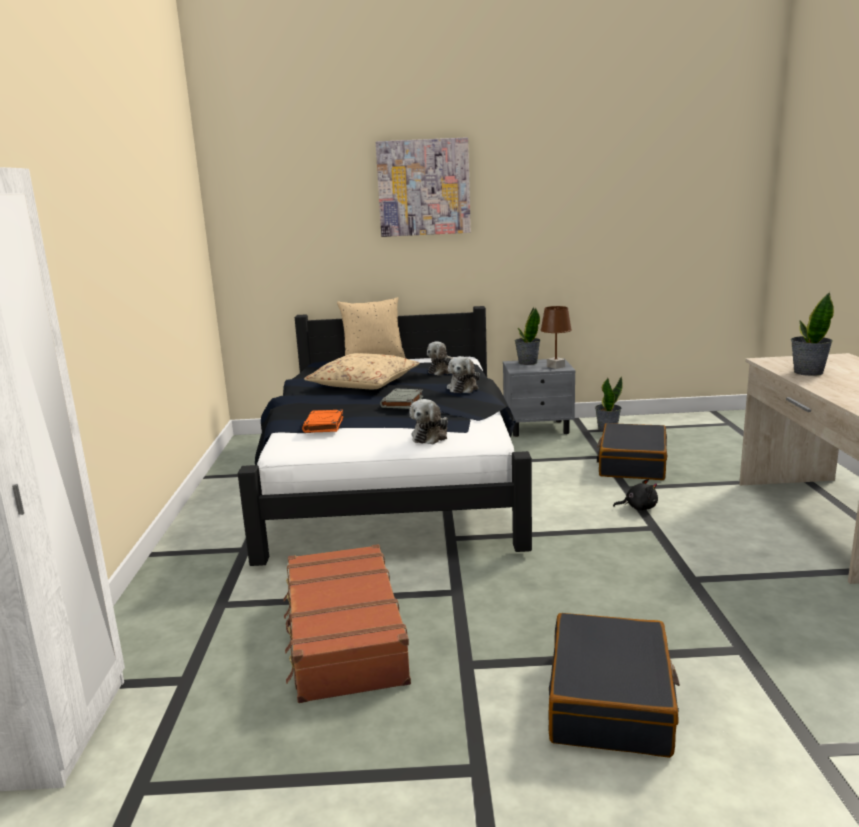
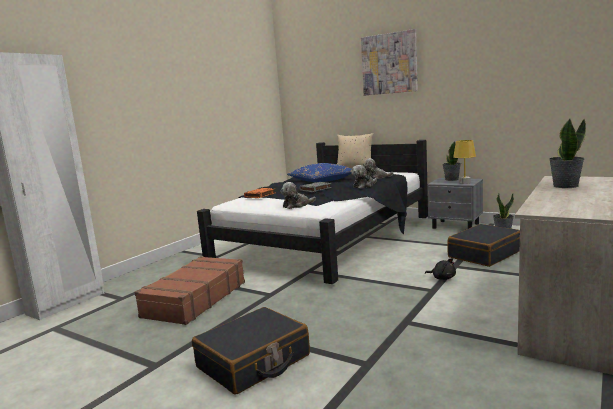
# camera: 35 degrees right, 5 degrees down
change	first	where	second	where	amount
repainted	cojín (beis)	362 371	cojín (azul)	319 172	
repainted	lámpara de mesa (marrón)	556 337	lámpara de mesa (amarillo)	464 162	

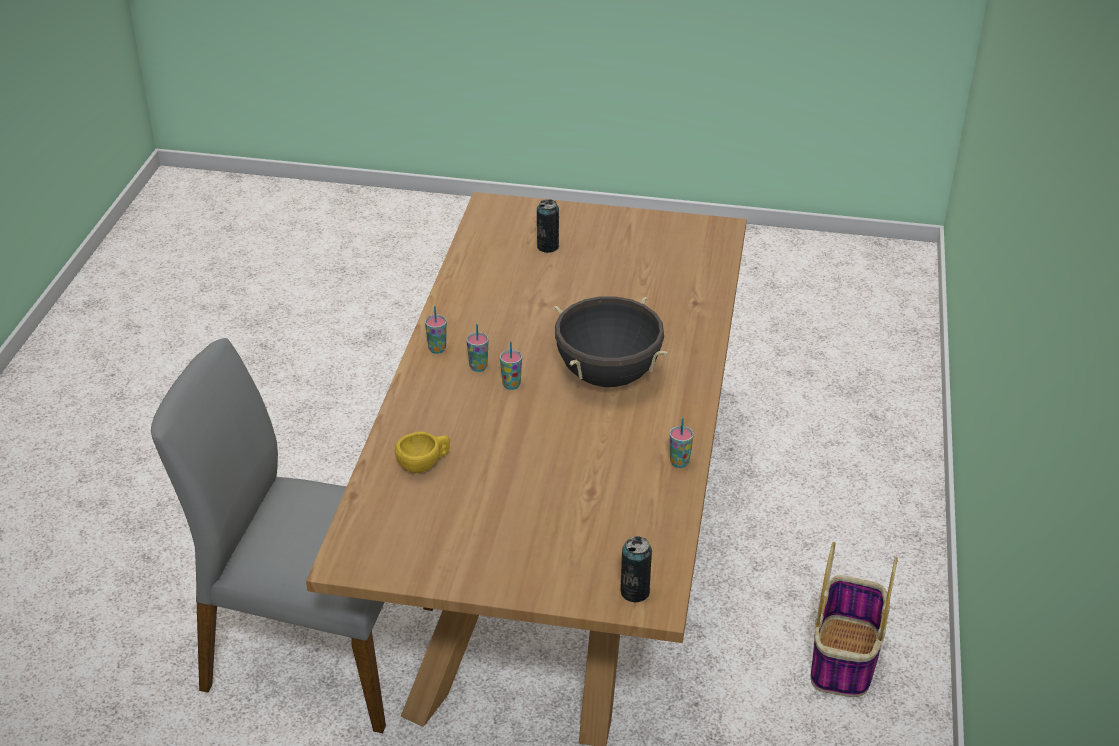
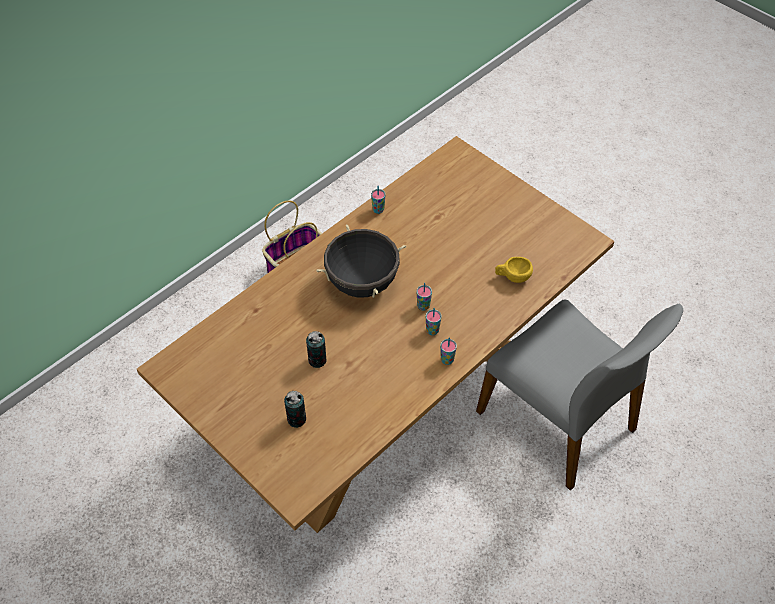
# camera: 145 degrees left, 15 degrees up
change	first	where	second	where	amount
shifted	lata	636 569		316 349	

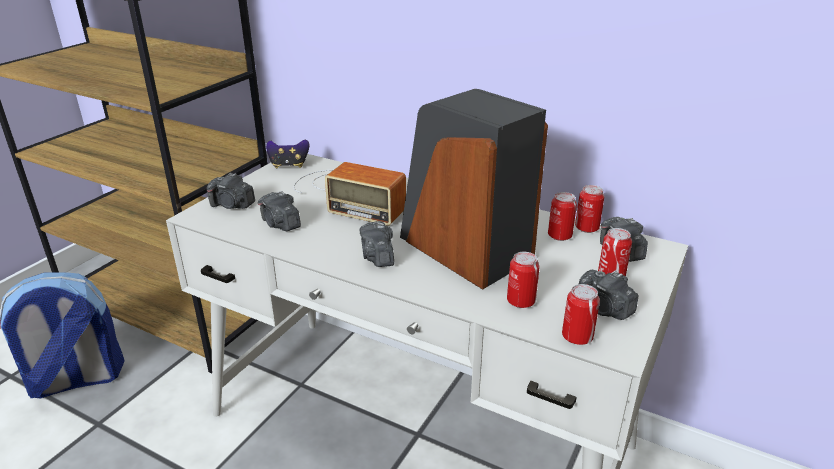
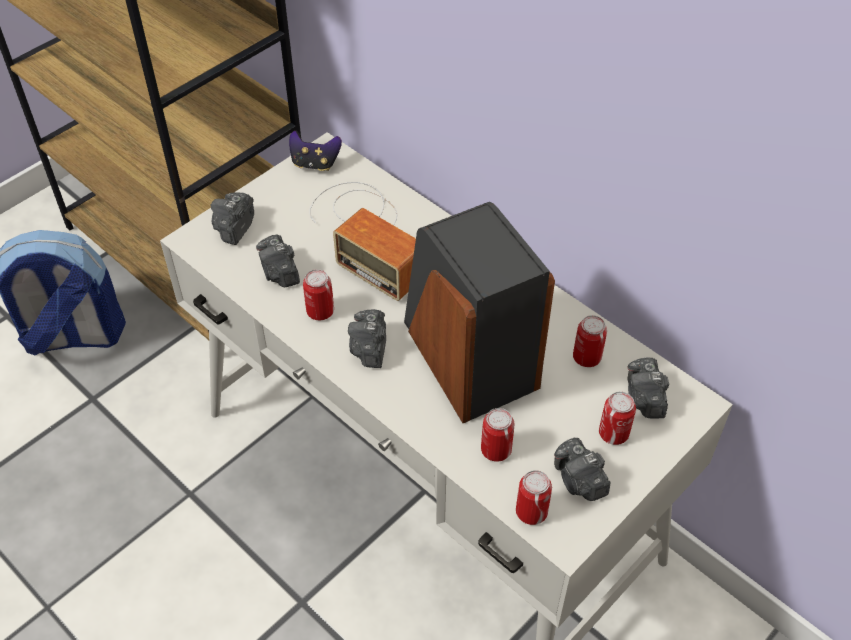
# camera: 15 degrees right, 20 degrees up
change	first	where	second	where	amount
shifted	lata	590 209		318 294	
rotated	cámara	231 191		232 218	75 degrees clockwise

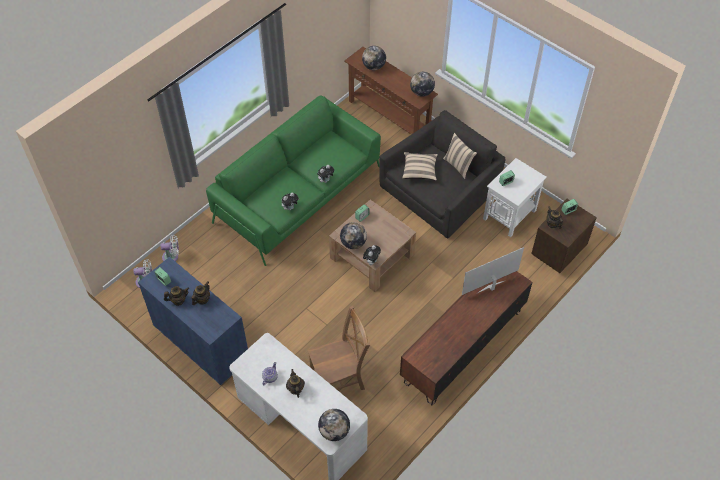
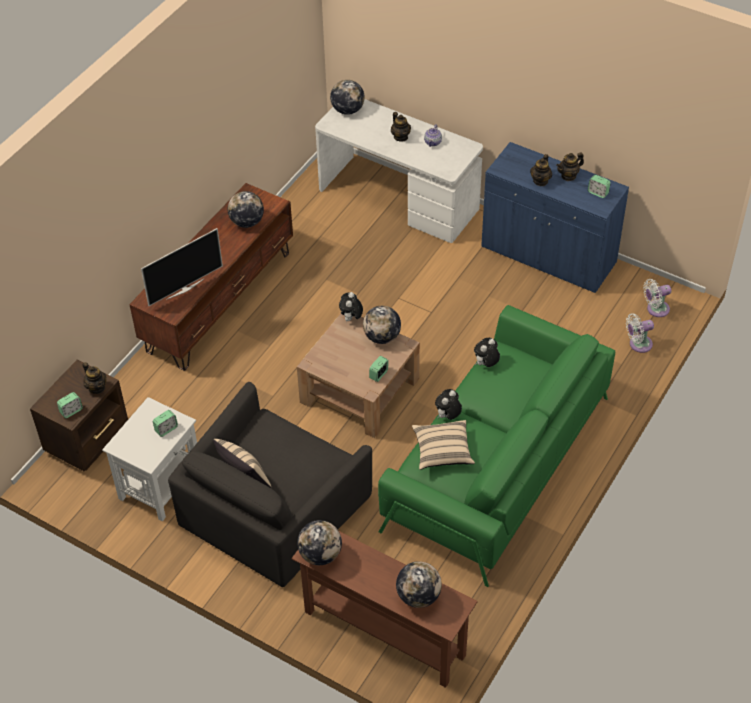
# camera: 170 degrees right, 5 degrees down
change	first	where	second	where	amount
gone	silla (marrón)	339 348			
new			globo terráqueo	246 209	
shifted	cojín (beis)	420 166		443 445	

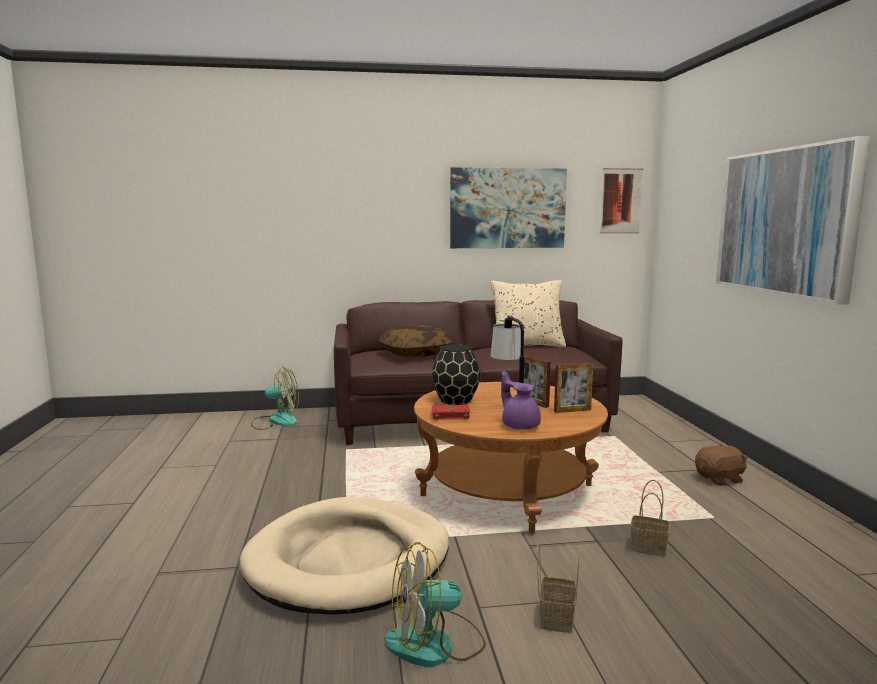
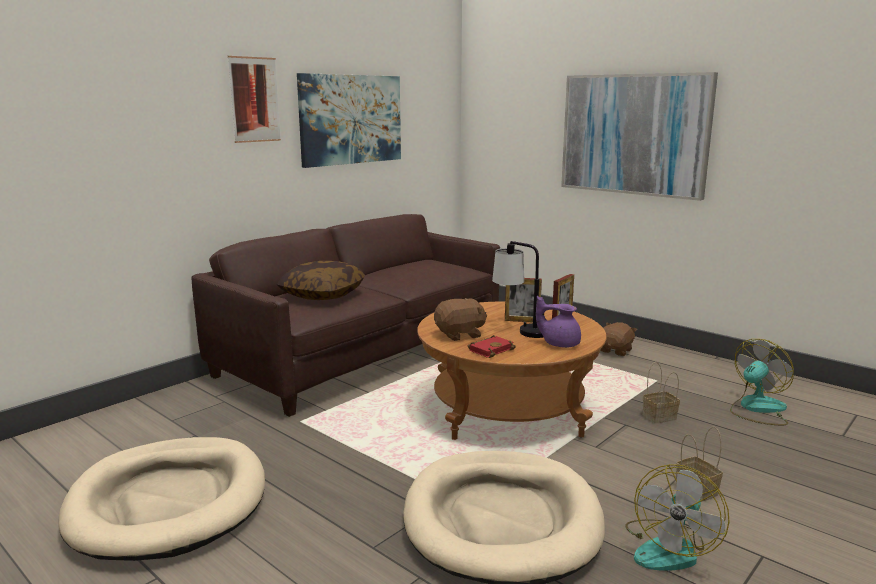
# camera: 40 degrees left, 5 degrees up
change	first	where	second	where	amount
gone	cojín (beis)	528 313			
new			cama para perro (beis)	161 499	
shifted	ventilador	275 398		762 382	
shifted	cuadro	621 201		254 99	
swapped	florero (negro)	456 374	peluche (marrón)	460 319	

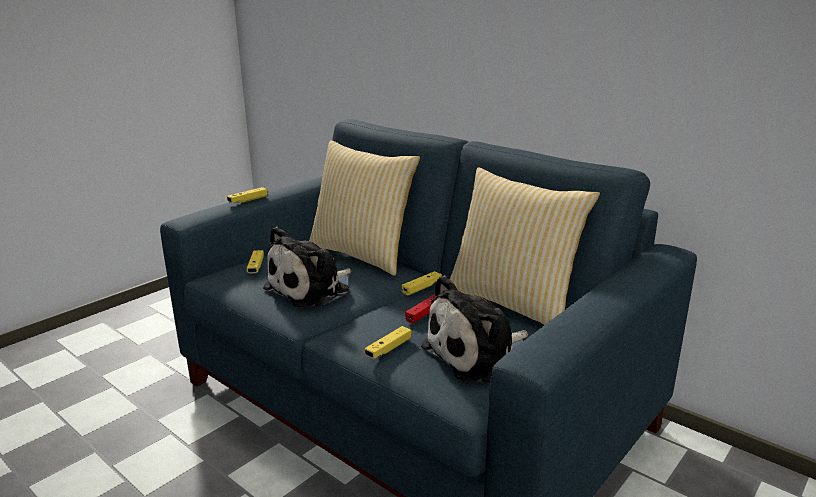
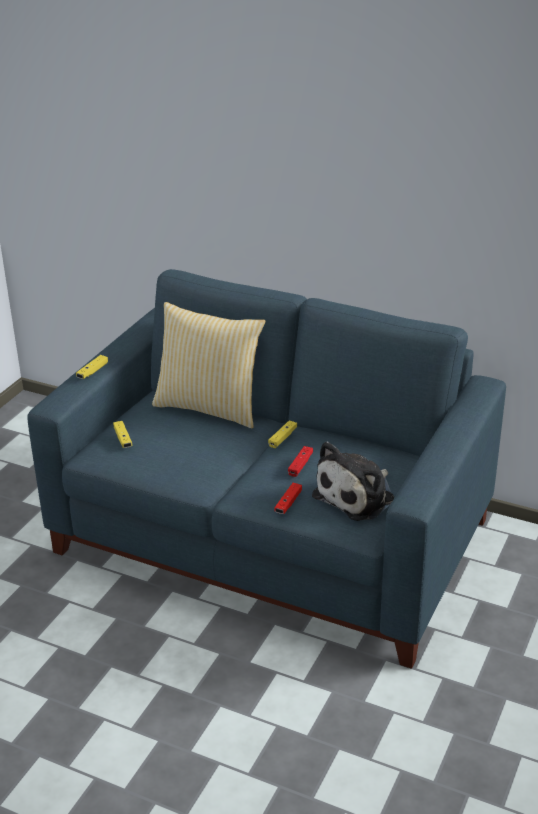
# camera: 15 degrees left, 10 degrees up
change	first	where	second	where	amount
gone	peluche	307 267			
gone	cojín	525 246			
repainted	mando de consola (amarillo)	388 342	mando de consola (rojo)	288 498	

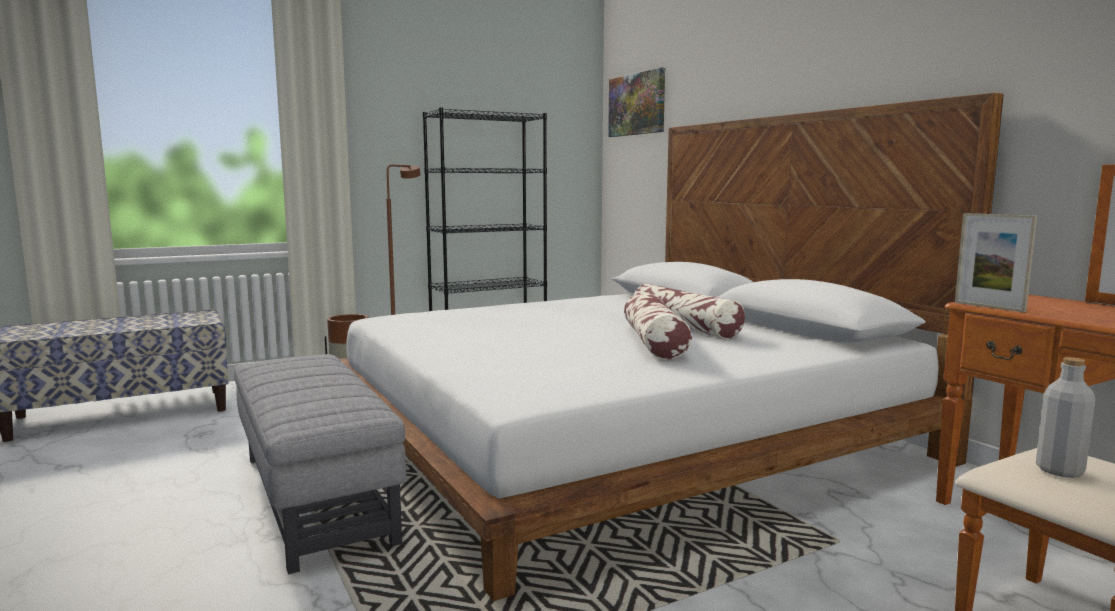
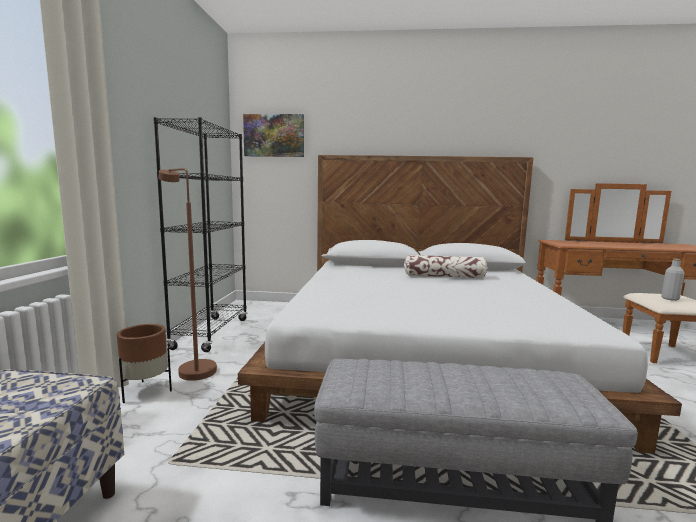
# camera: 55 degrees left, 0 degrees up
change	first	where	second	where	amount
gone	cojín	658 326			
gone	portarretratos	996 262			

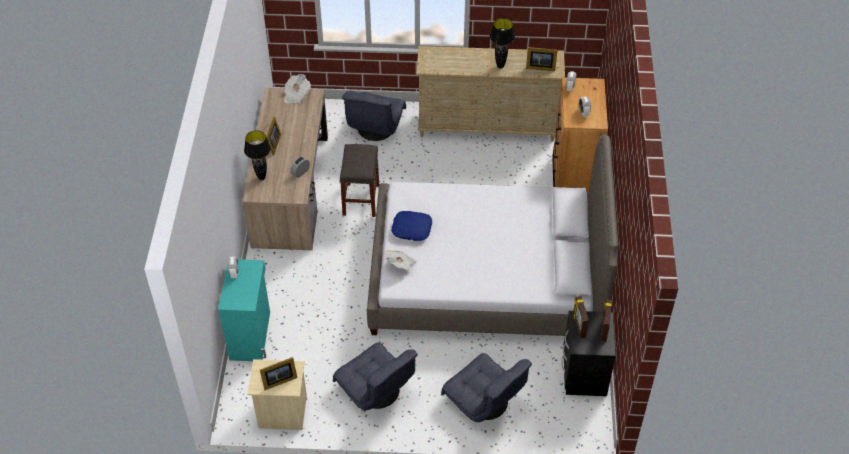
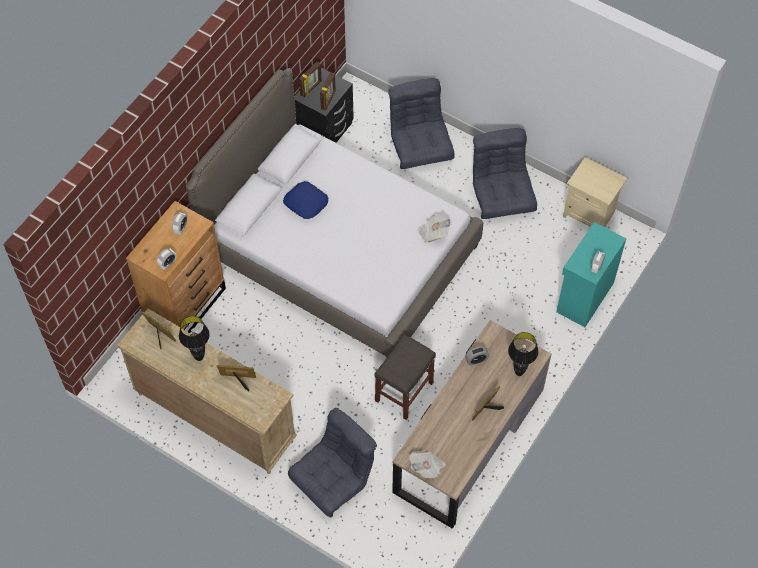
# camera: 150 degrees left, 10 degrees up
change	first	where	second	where	amount
shifted	portarretratos	278 373		236 378	
shifted	cojín (azul)	411 226		305 200	

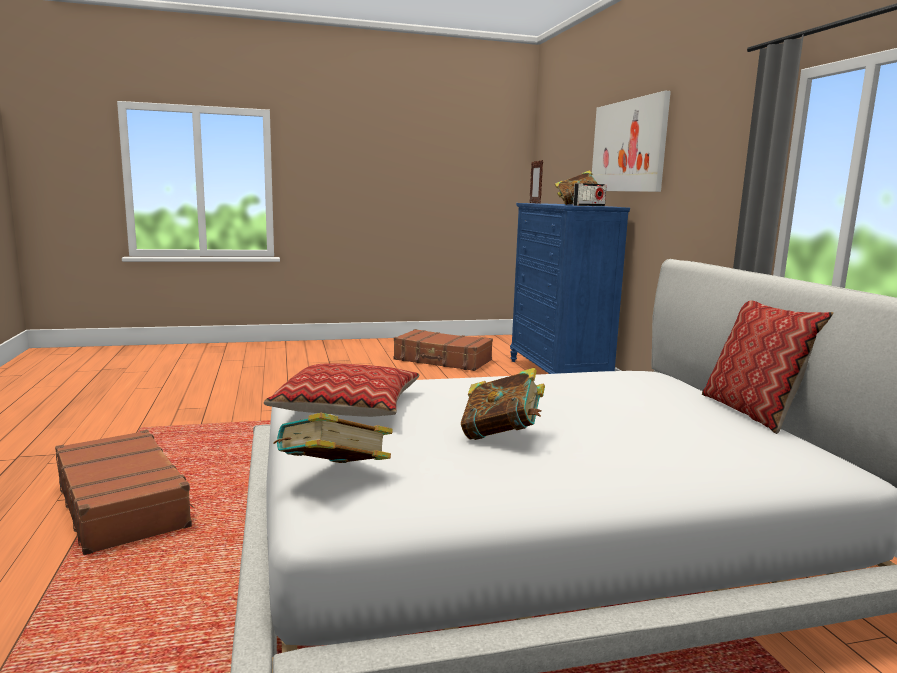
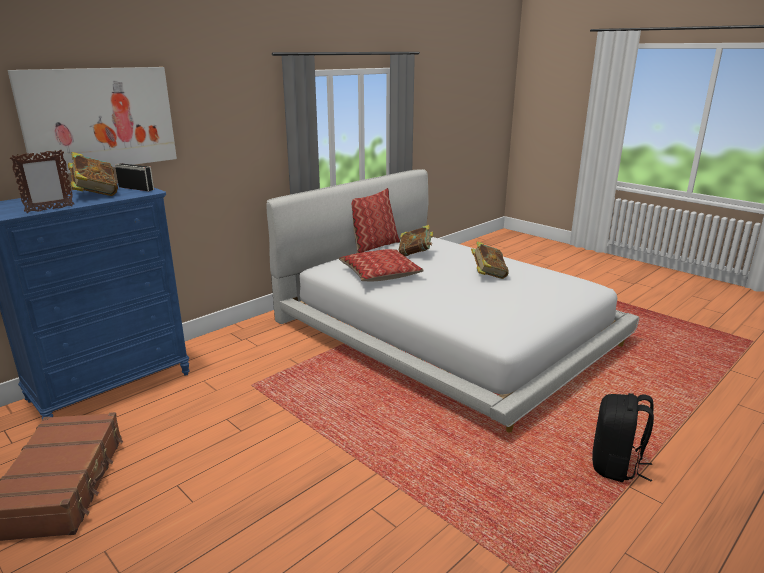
# camera: 120 degrees left, 10 degrees up
change	first	where	second	where	amount
shifted	cojín	341 390		381 265	
shifted	libro	333 438		416 241	
swapped	maleta (marrón)	125 492	mochila (negro)	623 437	

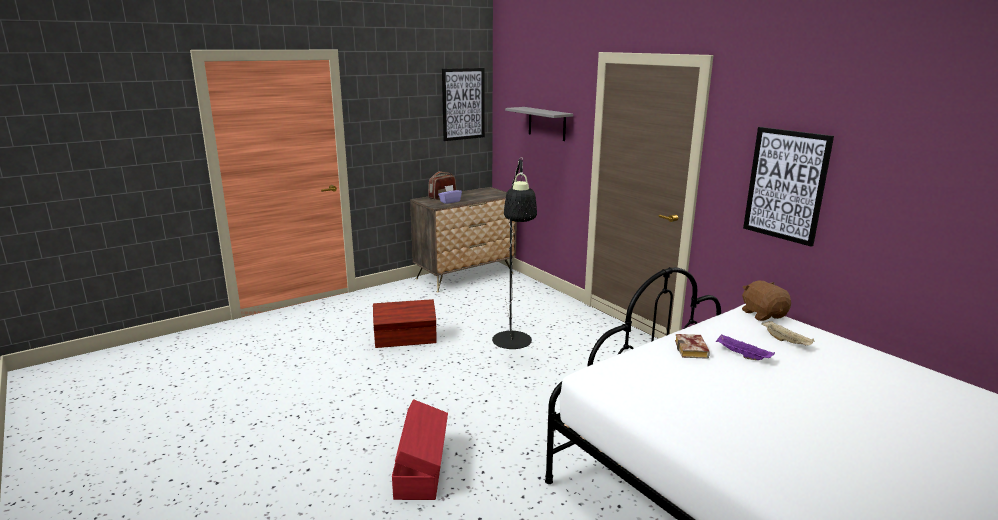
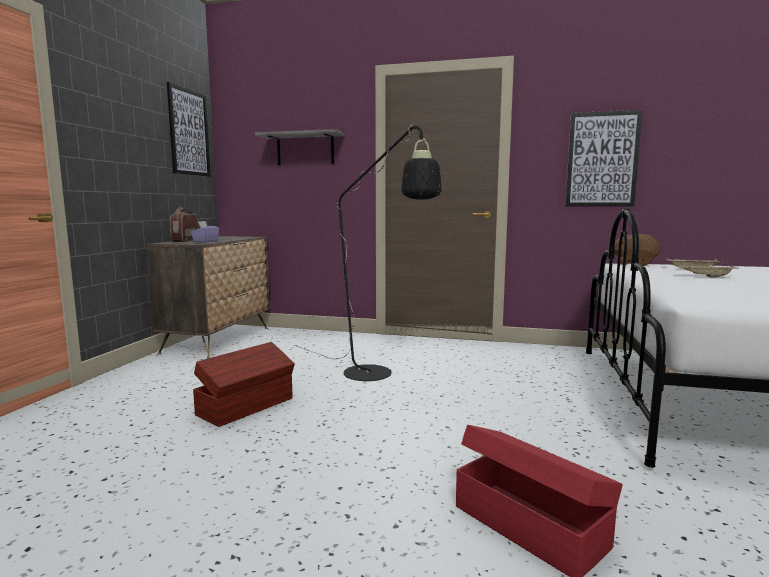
# camera: 40 degrees left, 10 degrees down
change	first	where	second	where	amount
gone	libro	692 346			
repainted	bandeja (morado)	745 347	bandeja (beis)	707 271	

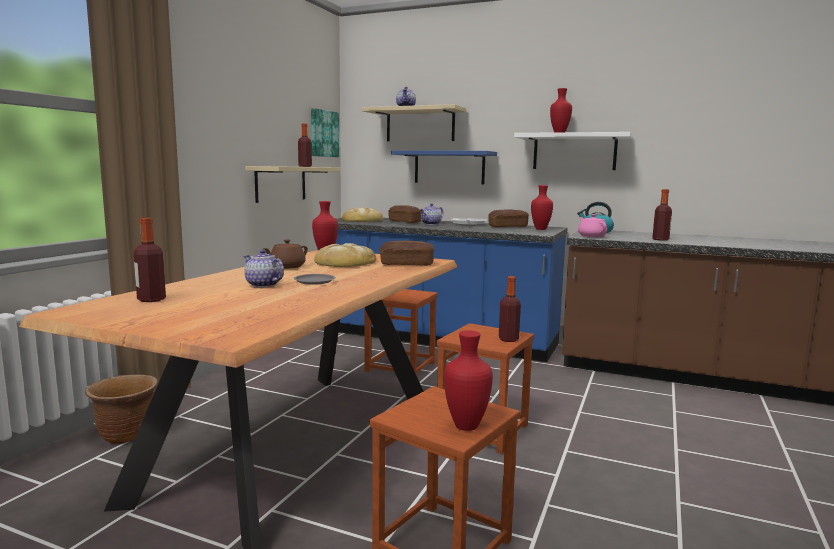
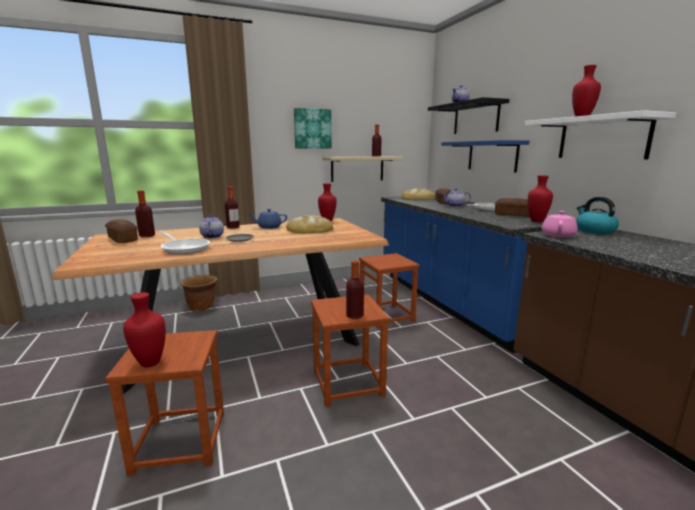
# camera: 45 degrees right, 5 degrees up
change	first	where	second	where	amount
new			sartén	185 242	
shifted	cuadro	325 132		313 128	
shifted	pan	407 253		121 231	
shifted	botella	662 215		232 207	
repainted	tetera (marrón)	285 254	tetera (azul)	268 219	
repainted	estante (beis)	414 122	estante (negro)	468 115	

